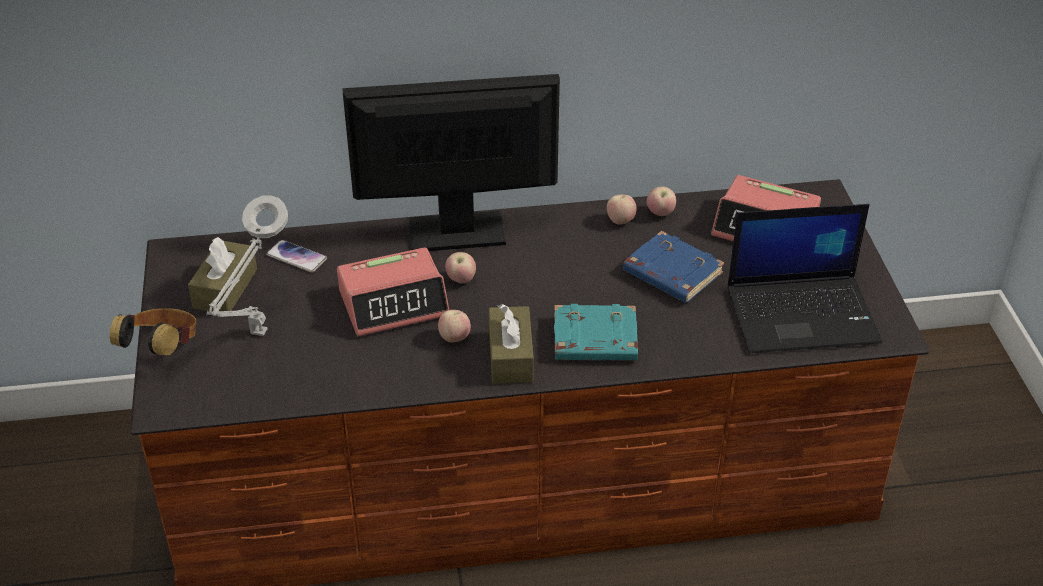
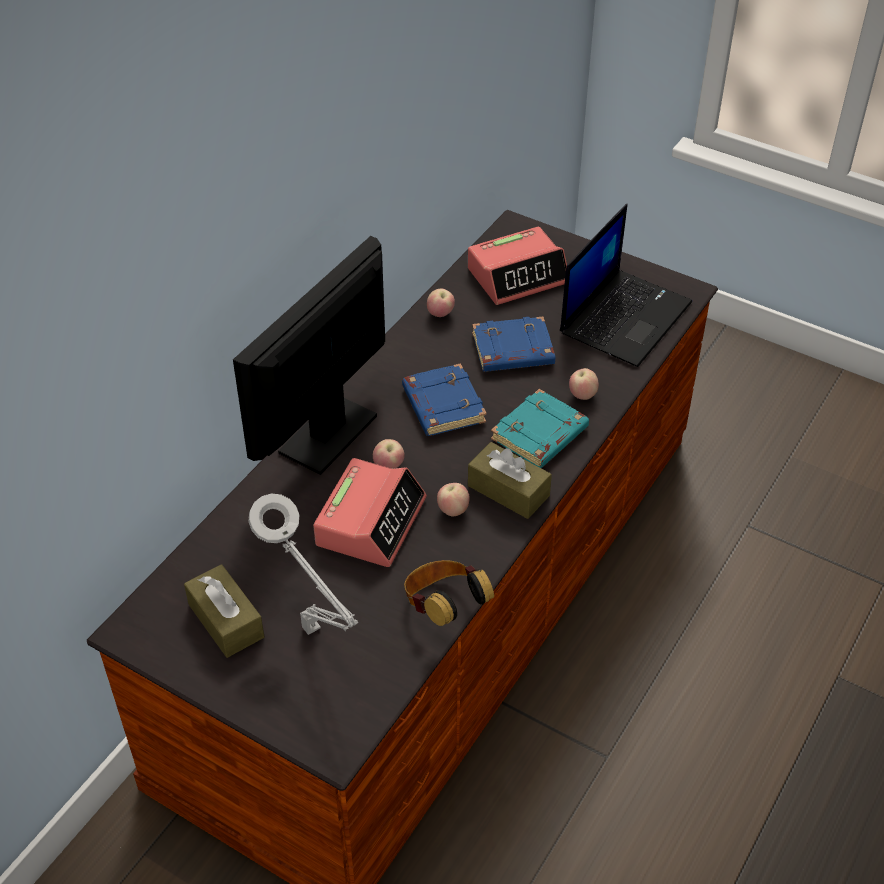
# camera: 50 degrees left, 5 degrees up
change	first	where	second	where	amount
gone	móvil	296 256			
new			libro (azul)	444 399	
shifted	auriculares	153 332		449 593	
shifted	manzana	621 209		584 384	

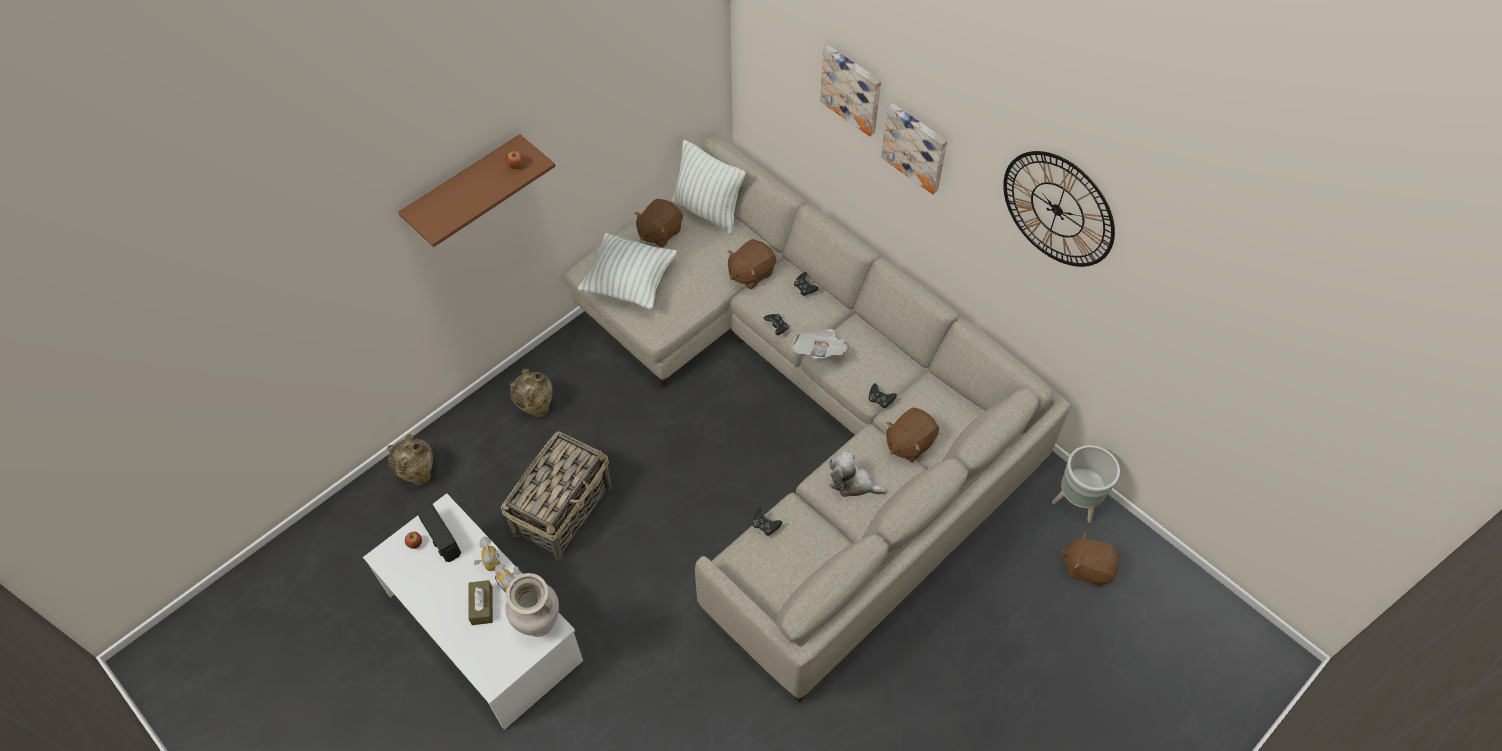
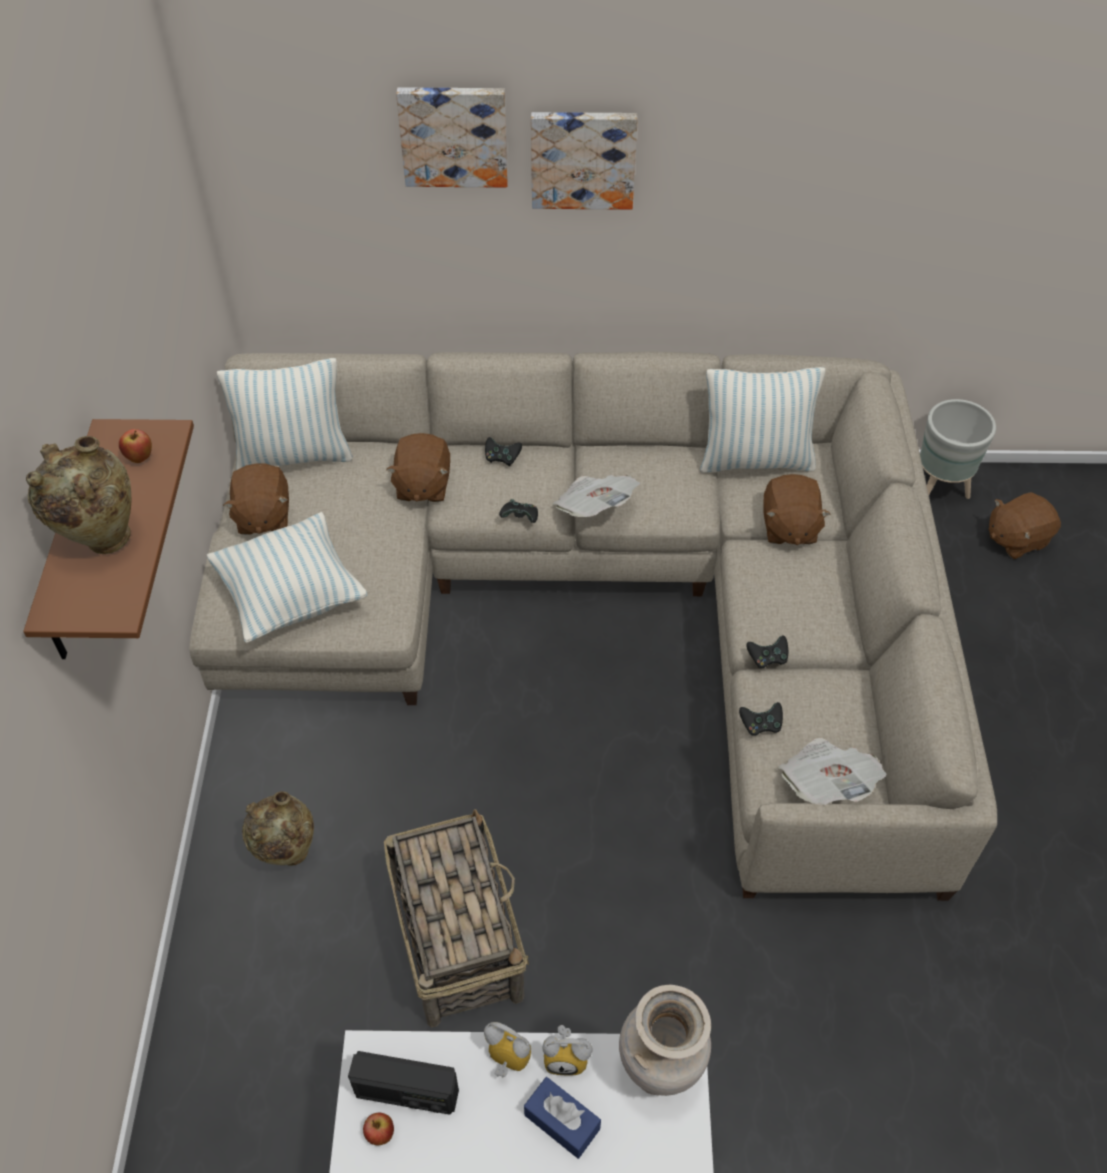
# camera: 45 degrees left, 5 degrees down
change	first	where	second	where	amount
gone	peluche	858 474			
gone	reloj de pared	1059 209			
new			cojín	762 420	
new			periódico	832 771	
shifted	florero (beis)	410 459		78 495	
shifted	mando de consola (negro)	883 395		767 651	
repainted	caja de pañuelos (marrón)	480 602	caja de pañuelos (azul)	562 1118	

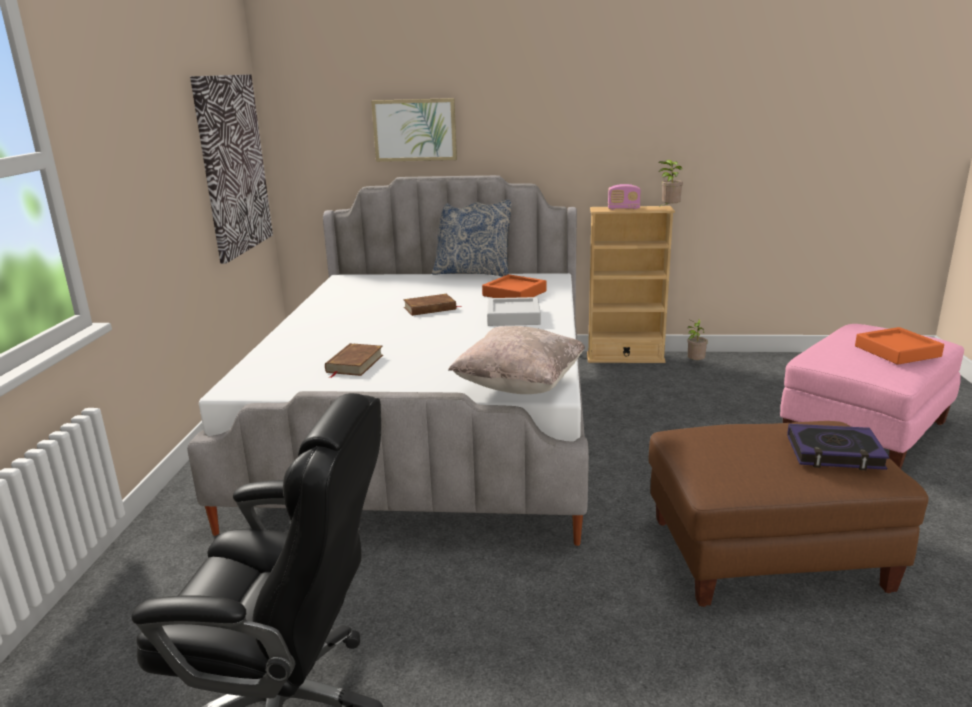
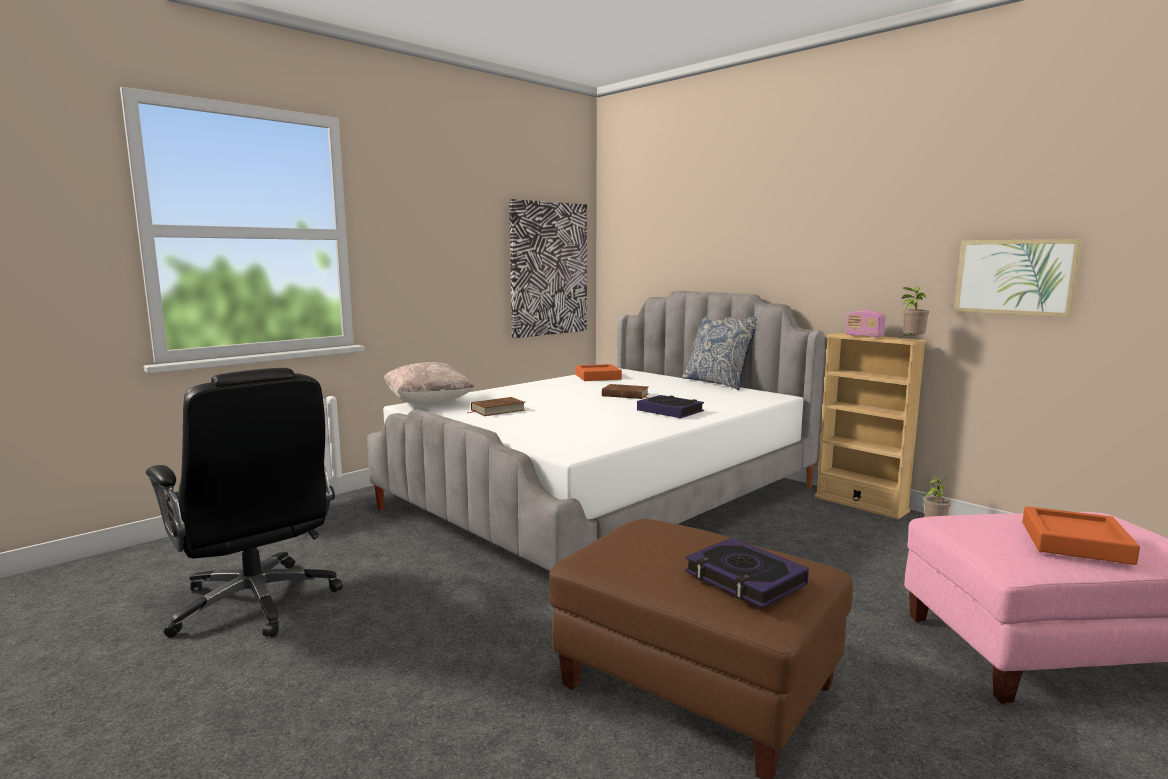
# camera: 40 degrees right, 10 degrees down
change	first	where	second	where	amount
shifted	cuadro	414 130		1018 278	
shifted	cojín (beis)	516 360		429 383	
shifted	bandeja (naranja)	514 286		598 372	
swapped	bandeja (gris)	514 311	libro	670 406	

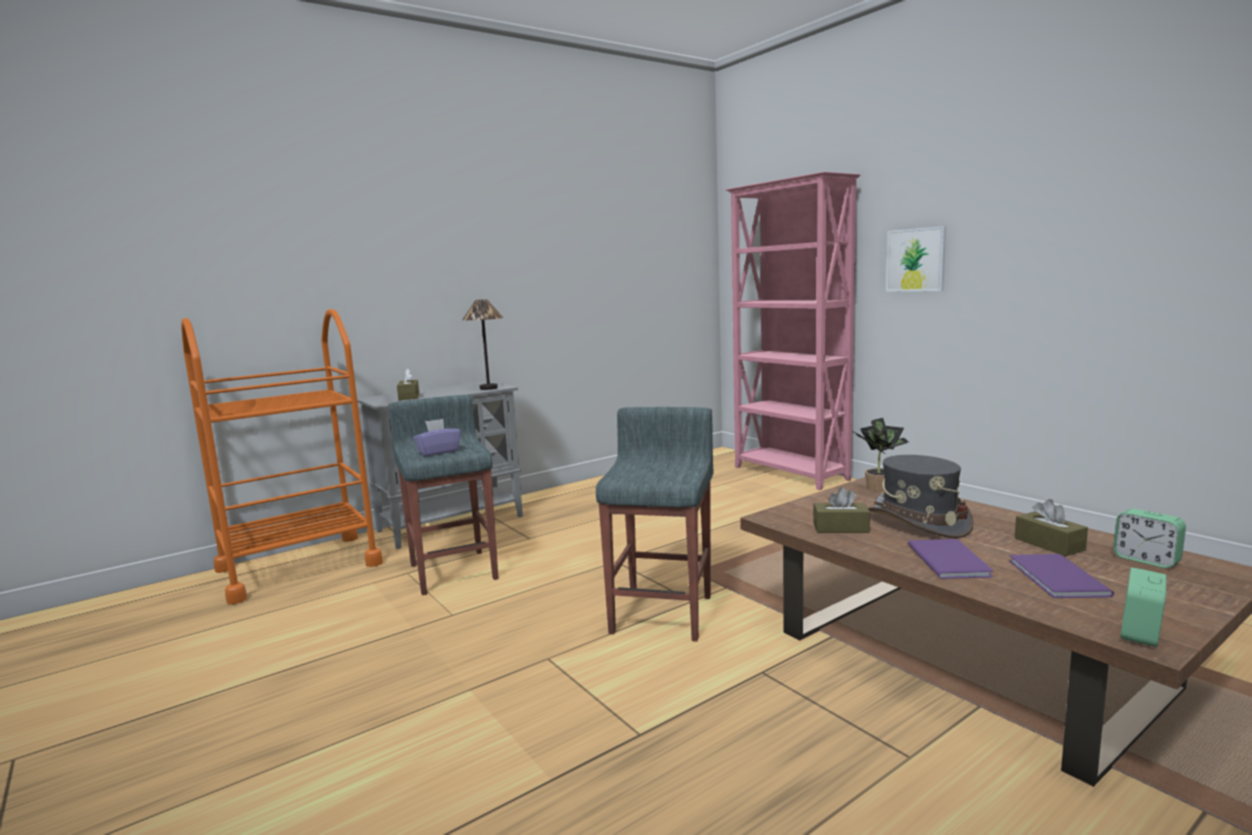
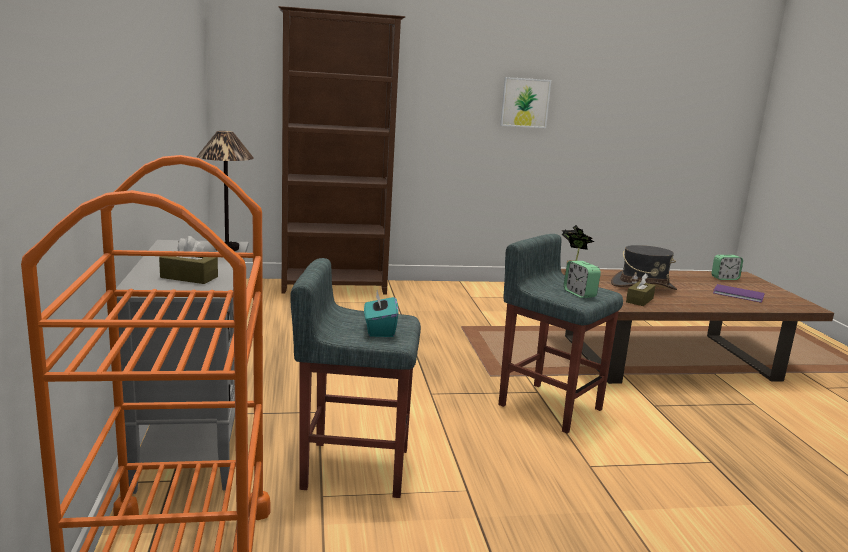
# camera: 65 degrees left, 5 degrees up
change	first	where	second	where	amount
gone	libro (morado)	951 559			
gone	caja de pañuelos (marrón)	1051 527			
shifted	cuadro	916 259		525 102	
shifted	despertador	1143 607		582 279	
repainted	caja de pañuelos (morado)	437 437	caja de pañuelos (turquesa)	381 313	
repainted	estantería (rosa)	793 331	estantería (marrón)	342 150	

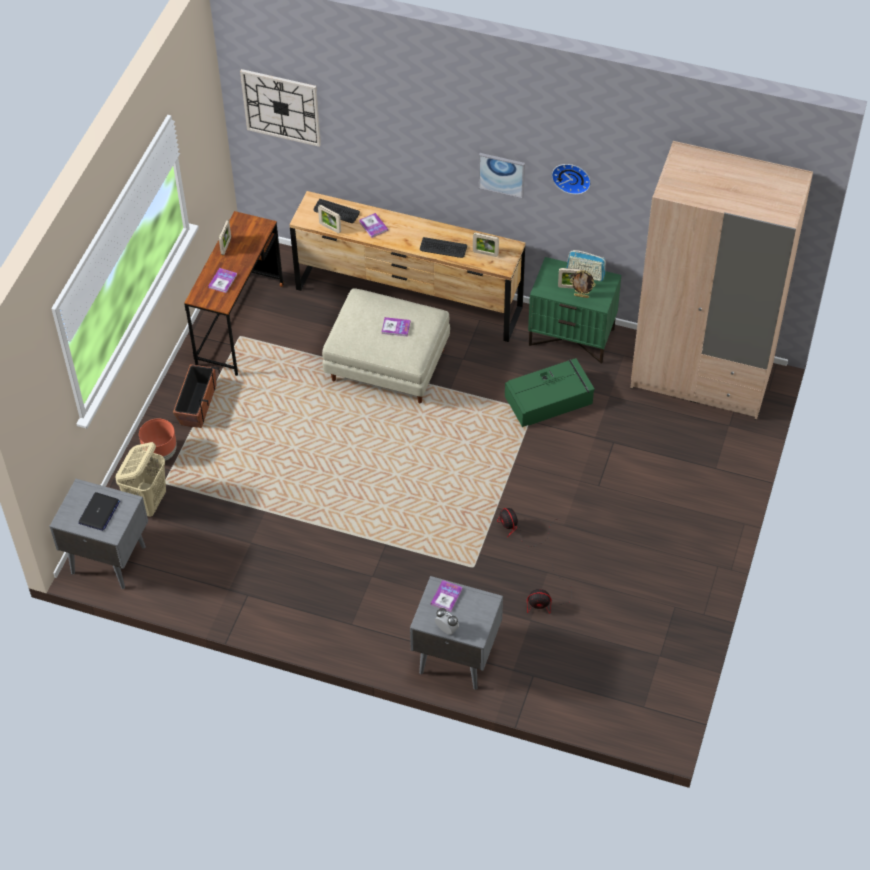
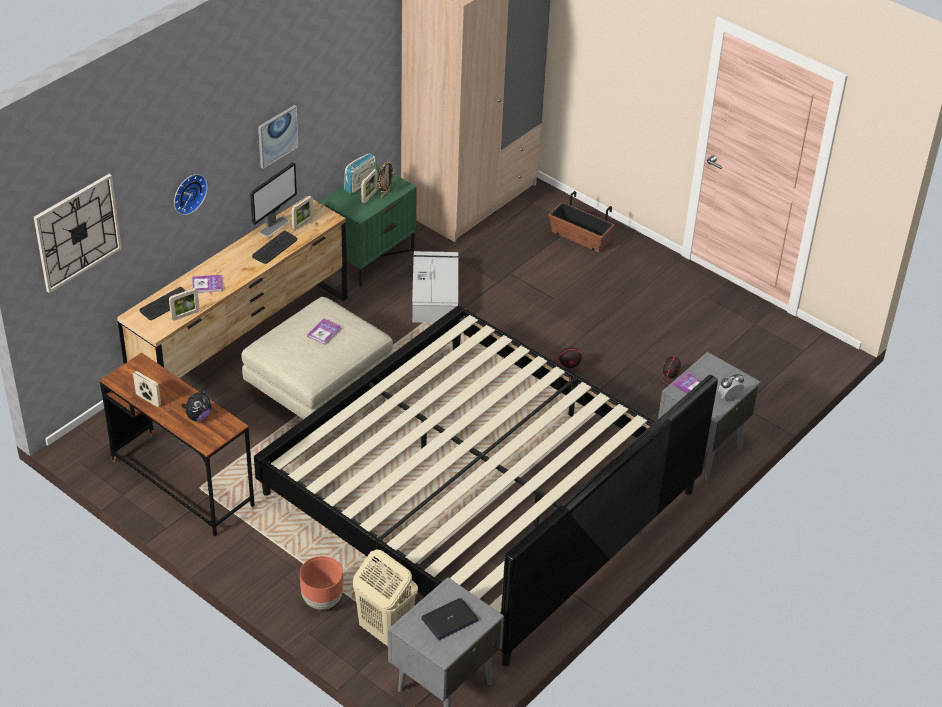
# camera: 70 degrees left, 10 degrees down
change	first	where	second	where	amount
new			monitor	273 199	
new			cama	486 486	
shifted	maceta	196 396		582 221	
shifted	reloj de pared	571 179		191 194	
swapped	libro	222 280	peluche	196 405	
repainted	caja de almacenaje (verde)	550 392	caja de almacenaje (gris)	435 287	
rotated	portátil	99 511		450 619	75 degrees counterclockwise

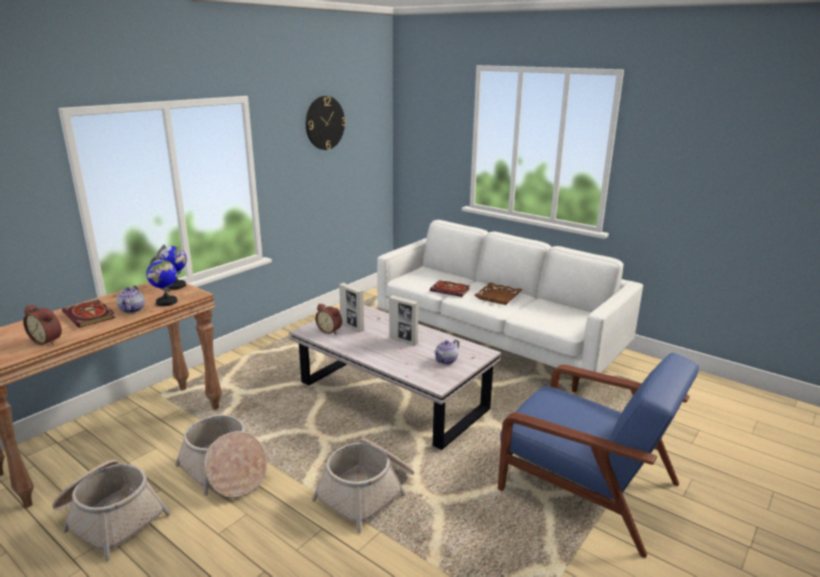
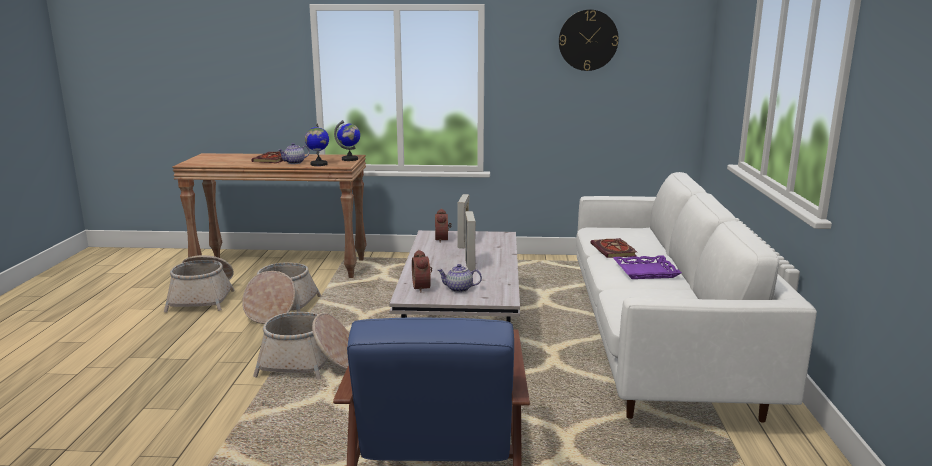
# camera: 55 degrees right, 5 degrees down
change	first	where	second	where	amount
shifted	despertador	42 325		422 271	
repainted	bandeja (marrón)	499 293	bandeja (morado)	647 267	

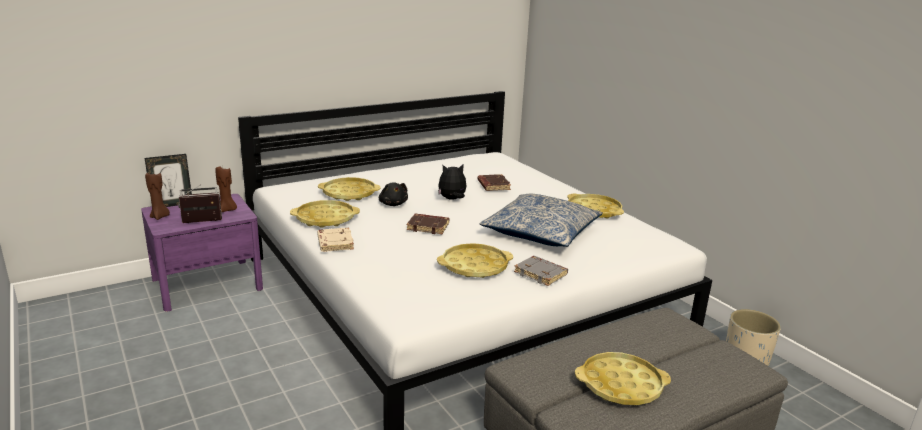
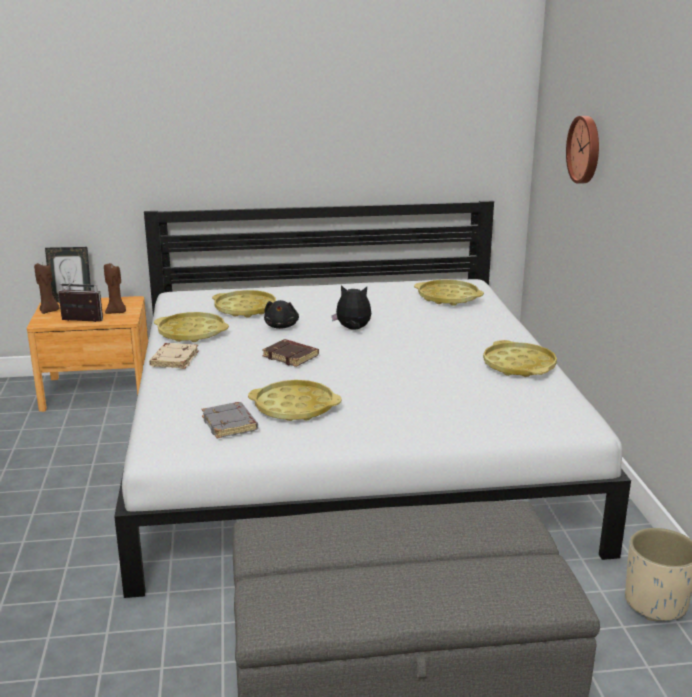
# camera: 25 degrees right, 0 degrees up
change	first	where	second	where	amount
gone	libro (marrón)	494 182			
gone	cojín	541 220			
new			reloj de pared	582 150	
shifted	libro (gris)	541 271		229 420	
shifted	bandeja (amarillo)	623 378		449 293	
repainted	mesita de noche (morado)	202 253	mesita de noche (marrón)	87 354	

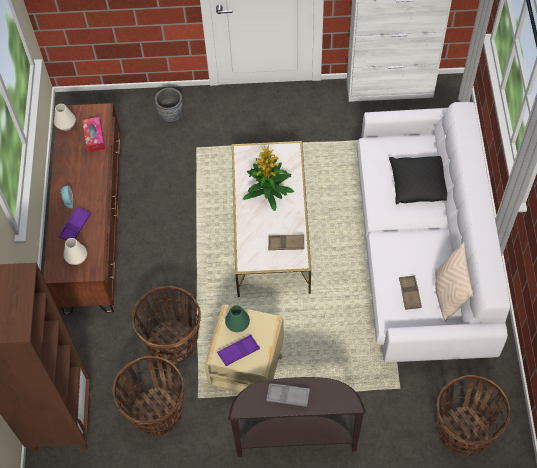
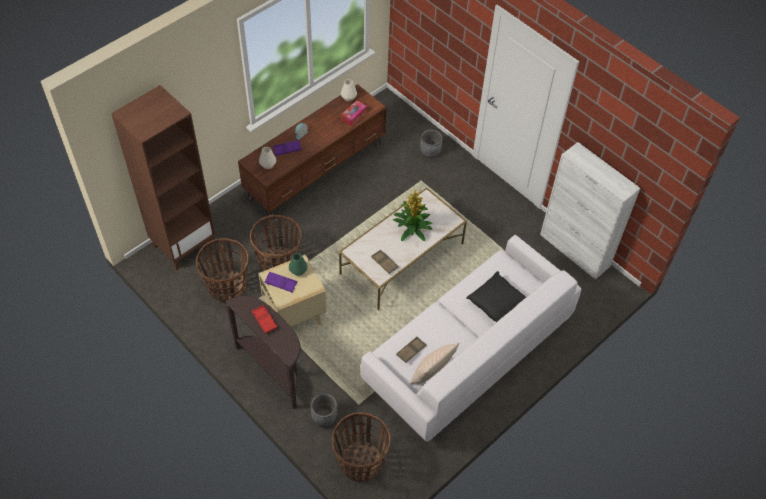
# camera: 45 degrees right, 5 degrees down
change	first	where	second	where	amount
new			maceta (gris)	324 409	
repainted	bandeja (gris)	288 395	bandeja (rojo)	265 319	

